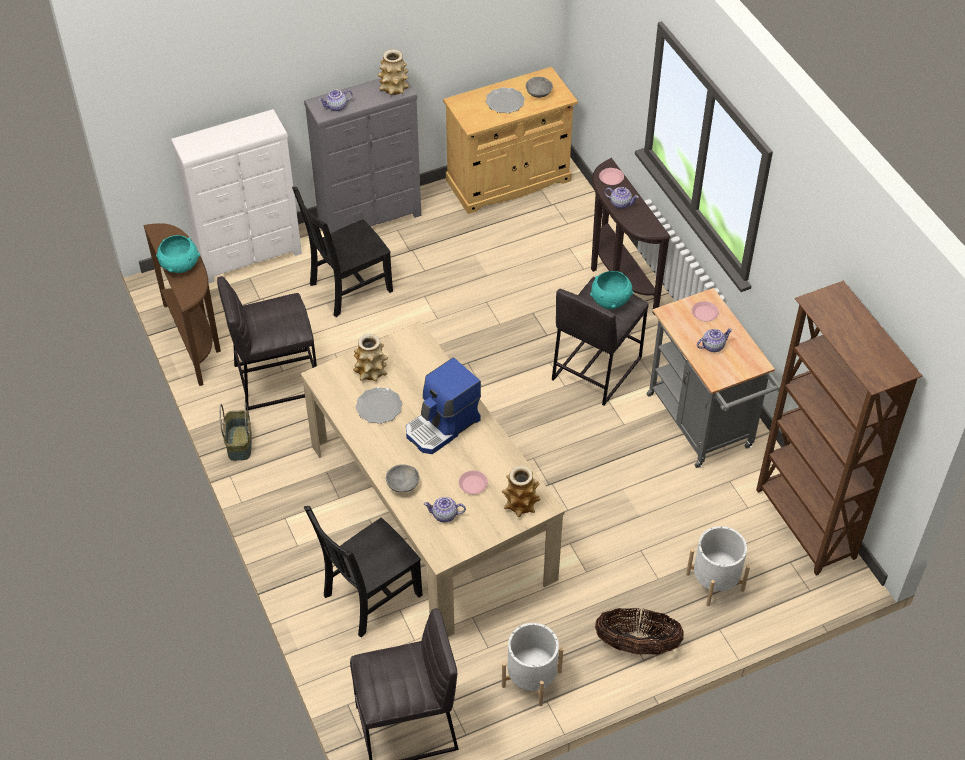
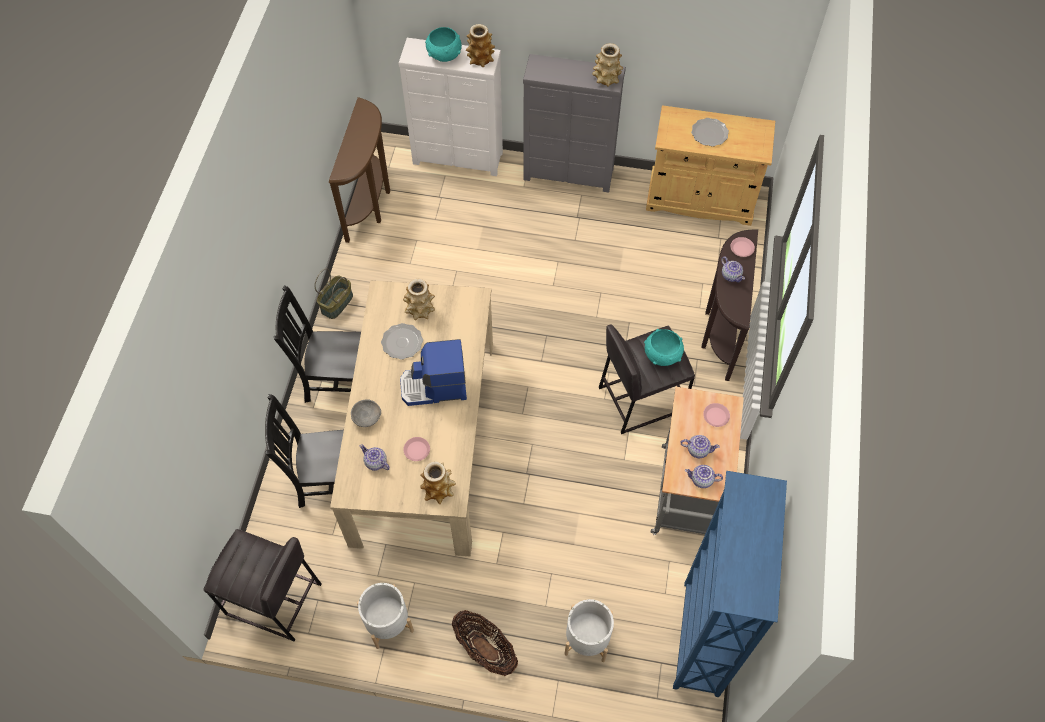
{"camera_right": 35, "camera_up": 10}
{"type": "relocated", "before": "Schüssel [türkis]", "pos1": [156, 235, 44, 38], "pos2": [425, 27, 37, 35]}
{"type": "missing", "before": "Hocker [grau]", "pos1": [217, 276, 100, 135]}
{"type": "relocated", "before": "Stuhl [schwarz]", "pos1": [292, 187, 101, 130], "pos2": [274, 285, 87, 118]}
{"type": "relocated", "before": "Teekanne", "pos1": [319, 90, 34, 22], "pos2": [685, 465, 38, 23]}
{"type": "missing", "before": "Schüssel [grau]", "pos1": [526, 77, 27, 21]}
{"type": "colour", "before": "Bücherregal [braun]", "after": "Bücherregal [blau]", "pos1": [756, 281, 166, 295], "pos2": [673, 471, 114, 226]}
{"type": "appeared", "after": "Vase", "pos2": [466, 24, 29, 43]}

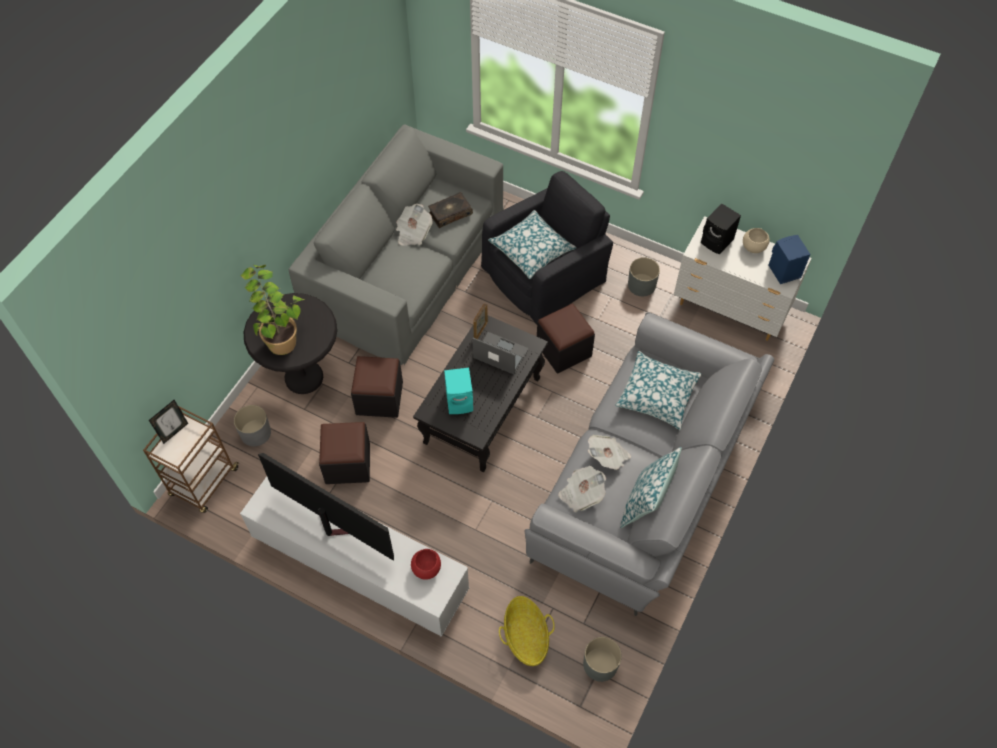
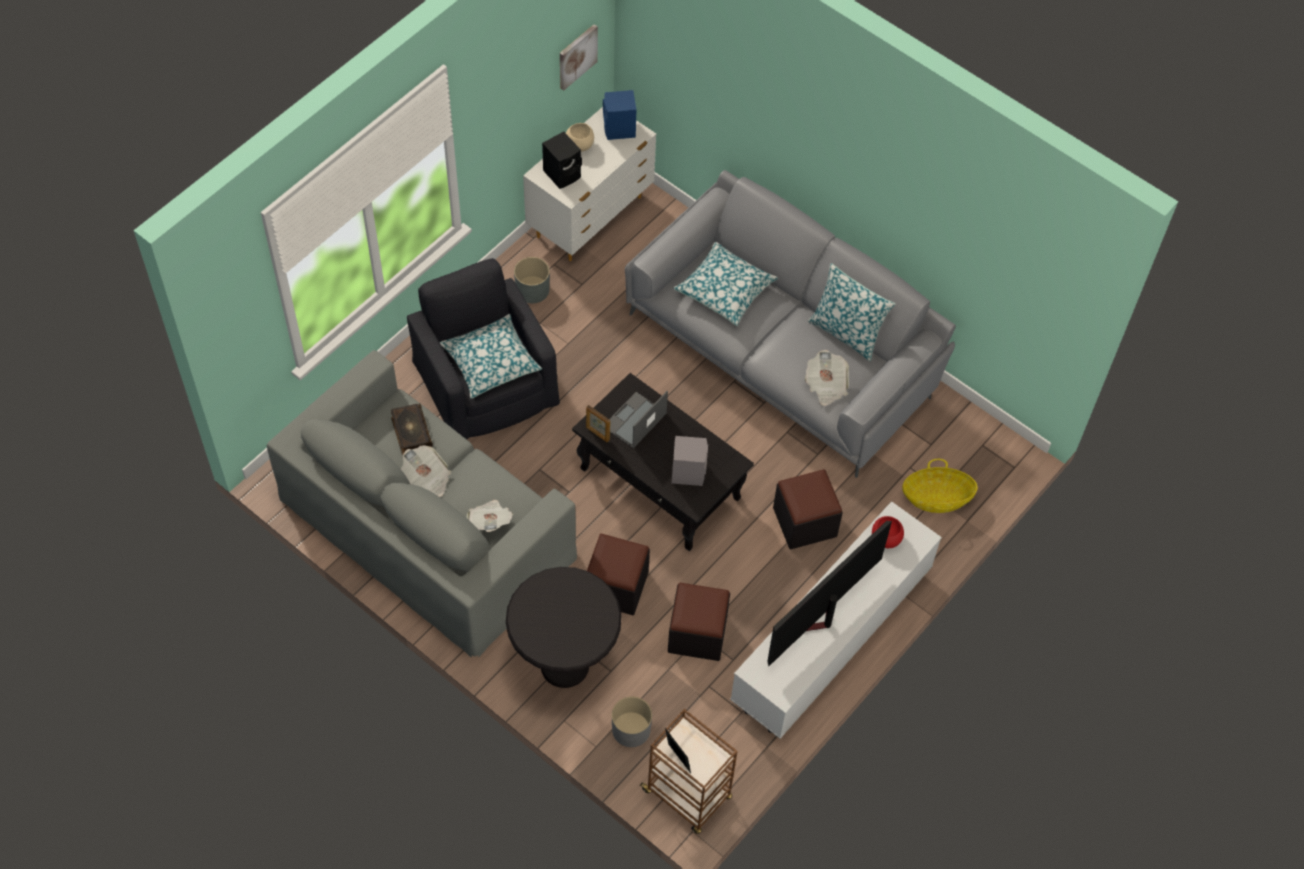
{"camera_right": -80, "camera_up": 0}
{"type": "missing", "before": "Topfpflanze", "pos1": [240, 265, 64, 90]}
{"type": "colour", "before": "Lautsprecher [türkis]", "after": "Lautsprecher [grau]", "pos1": [444, 368, 29, 46], "pos2": [672, 436, 36, 50]}
{"type": "relocated", "before": "Polsterhocker [schwarz]", "pos1": [537, 304, 58, 69], "pos2": [773, 469, 70, 80]}
{"type": "missing", "before": "Pflanzkübel [grau]", "pos1": [583, 637, 39, 45]}
{"type": "relocated", "before": "Zeitung", "pos1": [588, 435, 43, 35], "pos2": [467, 500, 46, 32]}
{"type": "appeared", "after": "Bild", "pos2": [560, 24, 38, 66]}

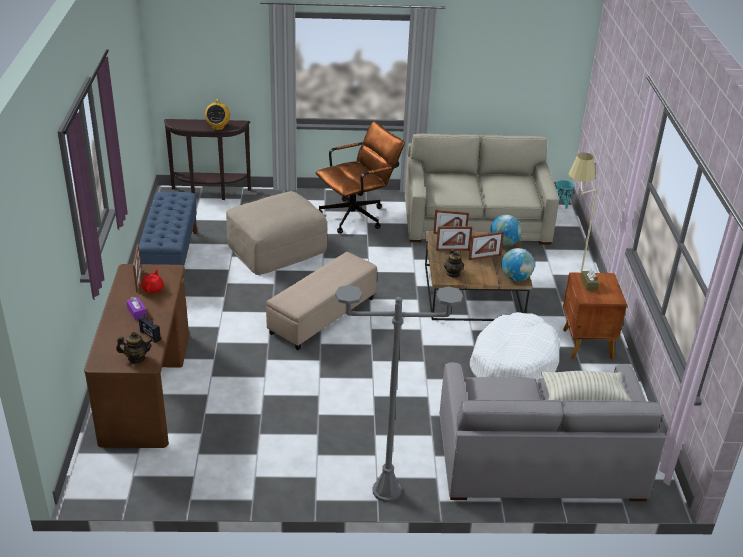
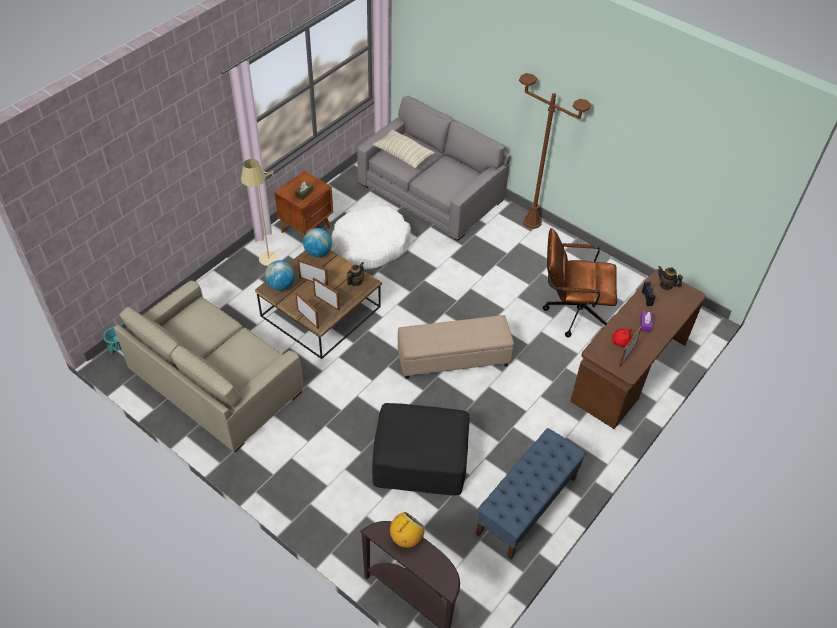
{"camera_right": -140, "camera_up": 15}
{"type": "colour", "before": "Polsterhocker [beige]", "after": "Polsterhocker [schwarz]", "pos1": [226, 191, 101, 84], "pos2": [372, 403, 98, 92]}
{"type": "relocated", "before": "Bürostuhl [braun]", "pos1": [316, 121, 89, 113], "pos2": [543, 228, 74, 109]}
{"type": "colour", "before": "Stehlampe [grau]", "after": "Stehlampe [braun]", "pos1": [335, 285, 128, 217], "pos2": [519, 73, 72, 156]}

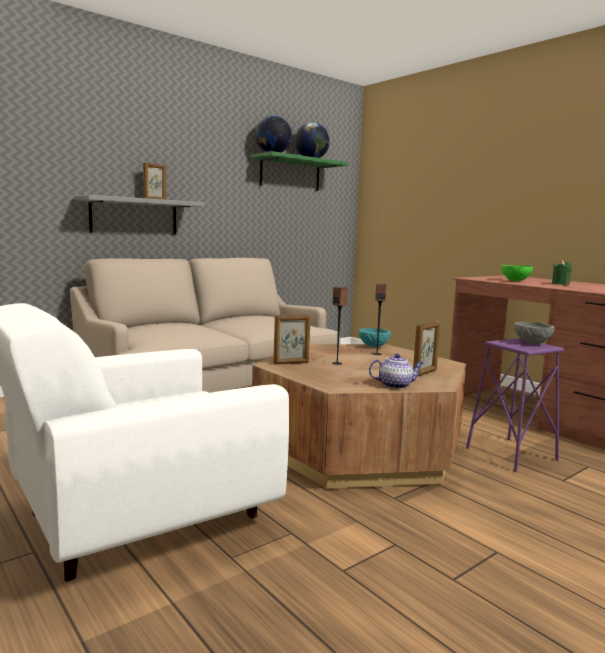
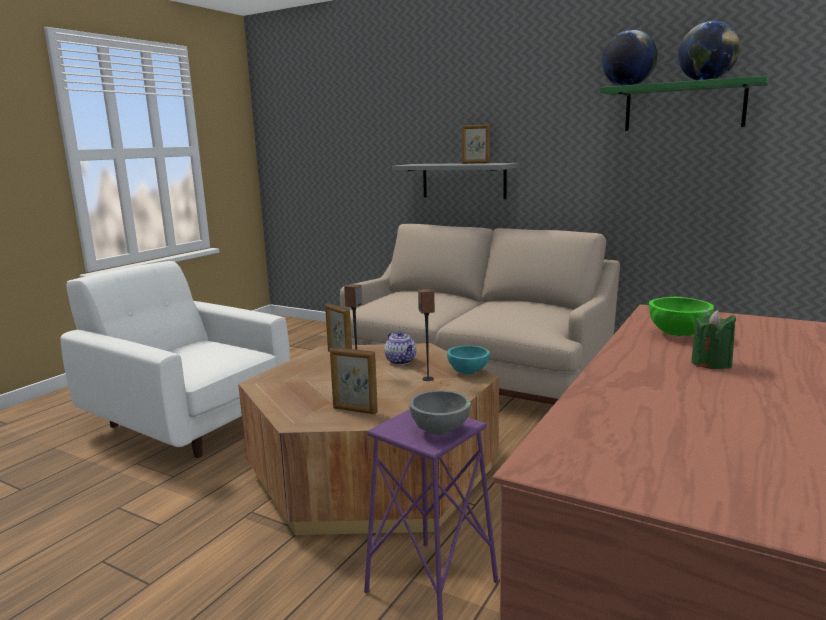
{"camera_right": 70, "camera_up": 5}
{"type": "relocated", "before": "Teekanne", "pos1": [369, 353, 55, 36], "pos2": [384, 331, 33, 34]}

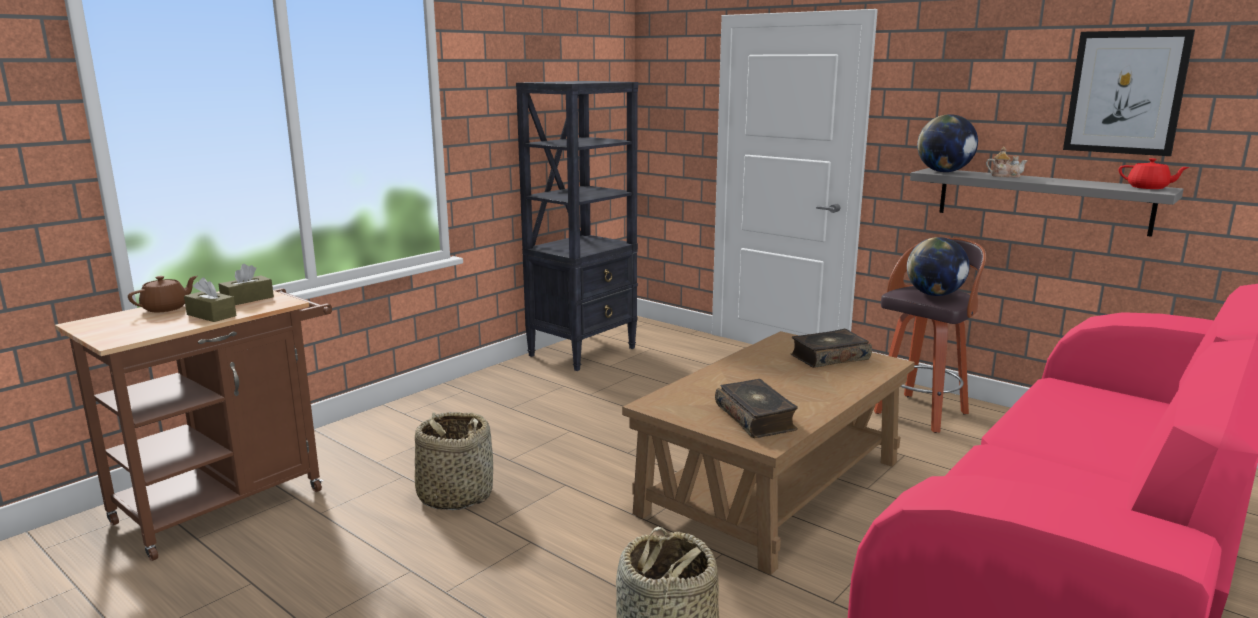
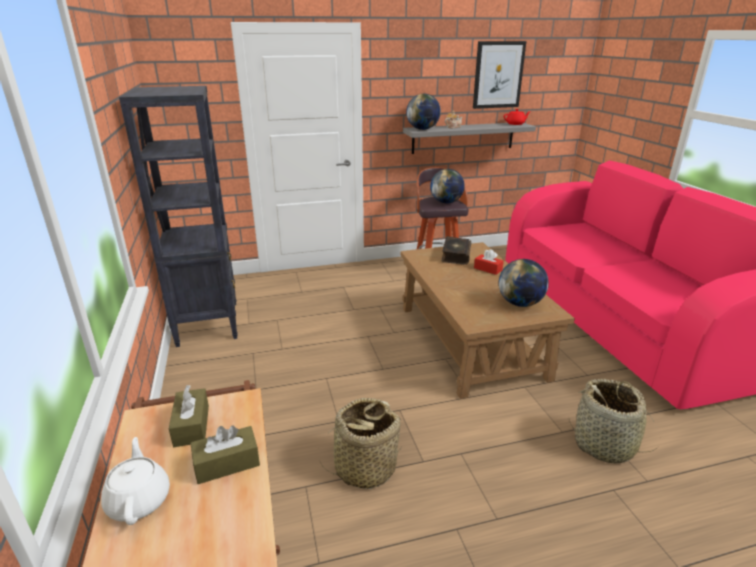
{"camera_right": -55, "camera_up": 10}
{"type": "colour", "before": "Teekanne [braun]", "after": "Teekanne [weiß]", "pos1": [128, 276, 69, 36], "pos2": [101, 437, 69, 88]}
{"type": "exchanged", "before": "Buch", "after": "Globus", "pos1": [715, 379, 83, 59], "pos2": [499, 259, 50, 48]}
{"type": "appeared", "after": "Taschentuchbox [rot]", "pos2": [474, 249, 30, 26]}

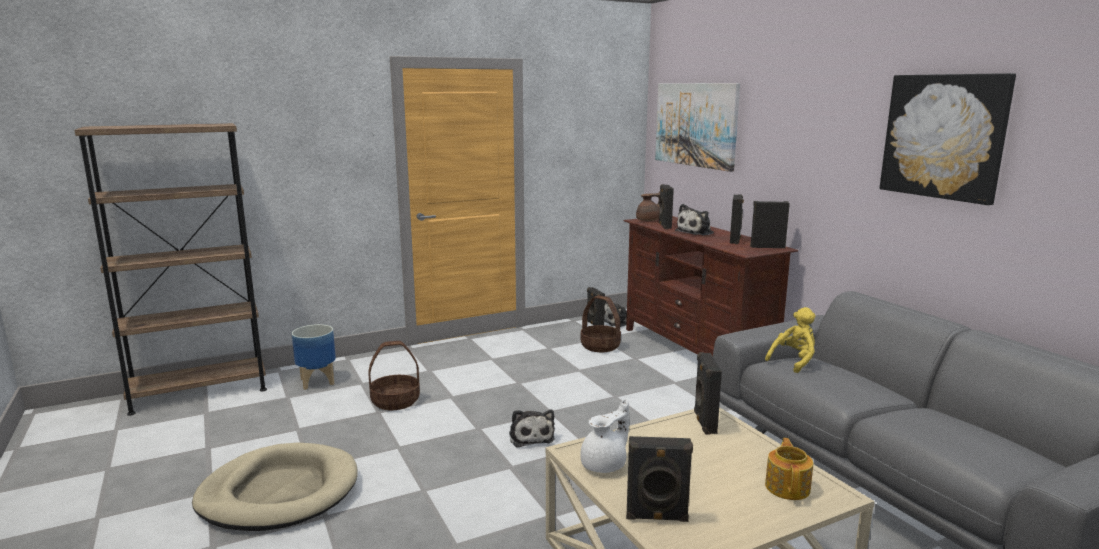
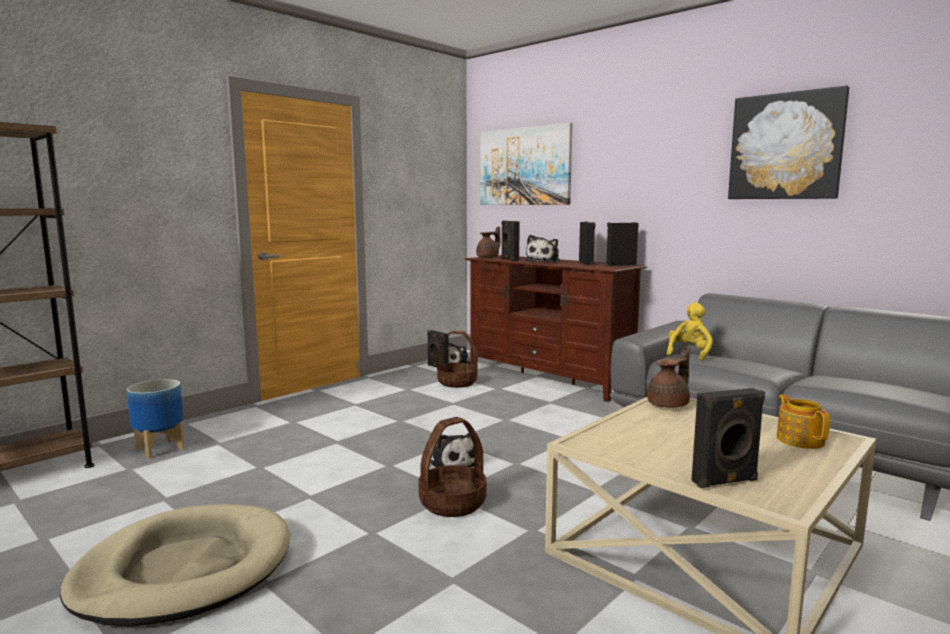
{"camera_right": -20, "camera_up": -5}
{"type": "relocated", "before": "Korb", "pos1": [368, 341, 52, 69], "pos2": [419, 417, 68, 100]}
{"type": "missing", "before": "Teekanne [weiß]", "pos1": [580, 398, 49, 75]}
{"type": "exchanged", "before": "Lautsprecher [schwarz]", "after": "Teekanne [braun]", "pos1": [694, 352, 28, 83], "pos2": [647, 346, 43, 62]}

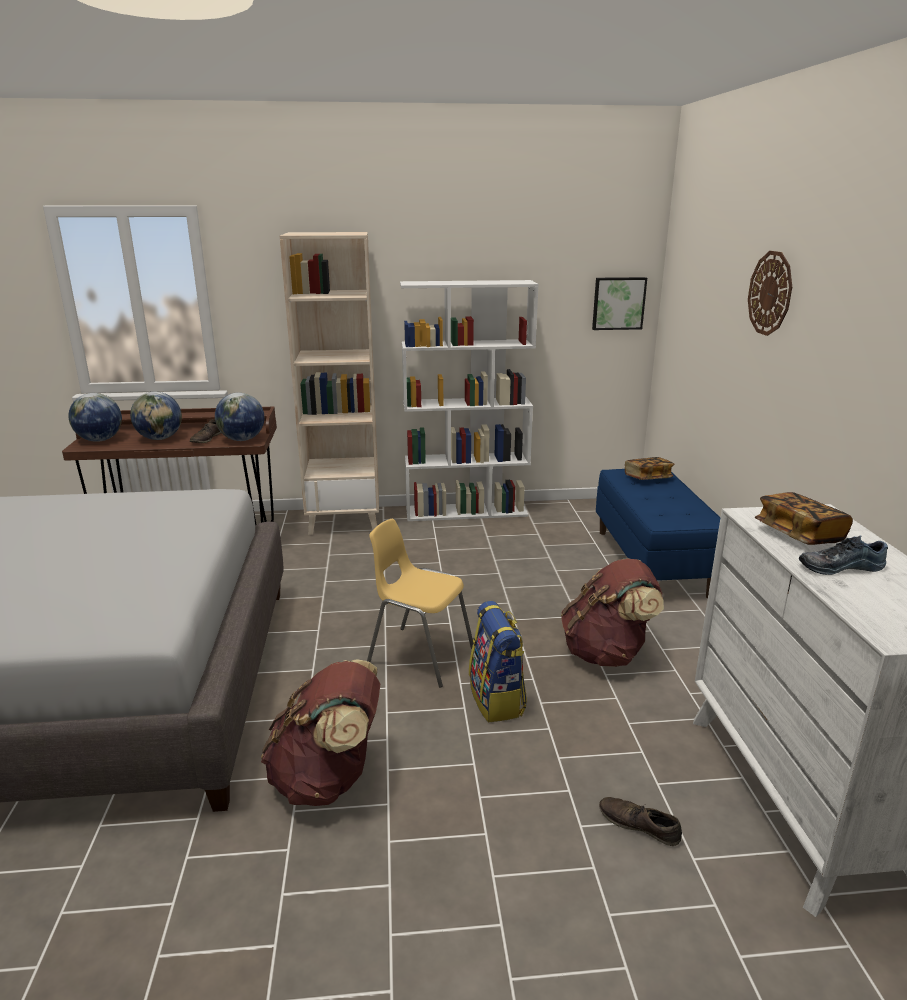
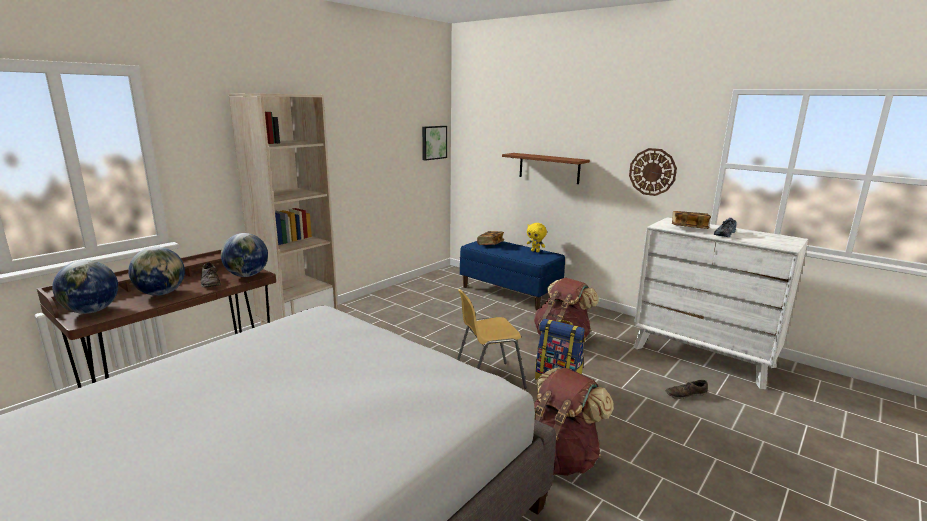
{"camera_right": -45, "camera_up": -5}
{"type": "missing", "before": "Bücherregal [weiß]", "pos1": [400, 280, 139, 241]}
{"type": "relocated", "before": "Wanduhr", "pos1": [748, 251, 44, 85], "pos2": [629, 148, 48, 48]}
{"type": "appeared", "after": "Wandregal [braun]", "pos2": [502, 153, 88, 31]}
{"type": "appeared", "after": "Plüschtier [gelb]", "pos2": [527, 223, 20, 29]}

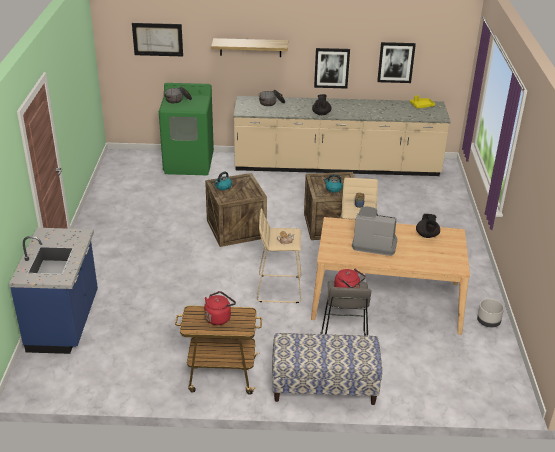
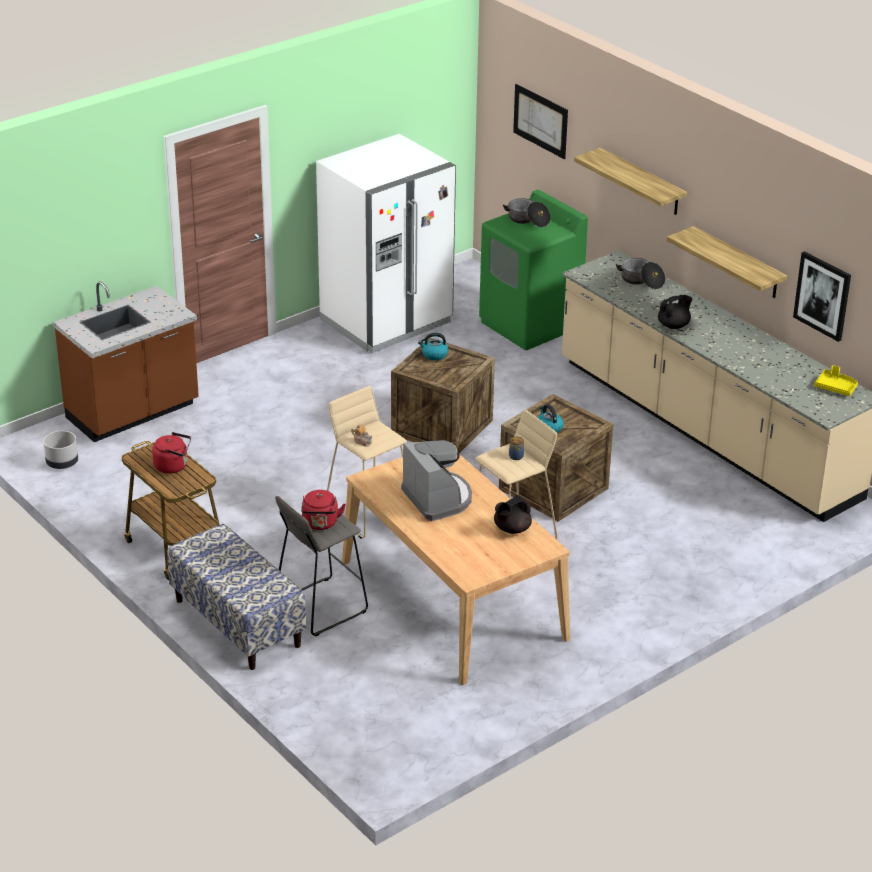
{"camera_right": 50, "camera_up": 0}
{"type": "colour", "before": "Küchenzeile [blau]", "after": "Küchenzeile [braun]", "pos1": [9, 228, 89, 126], "pos2": [53, 281, 146, 161]}
{"type": "exchanged", "before": "Bild", "after": "Wandregal", "pos1": [314, 48, 36, 41], "pos2": [667, 226, 120, 72]}
{"type": "relocated", "before": "Pflanzkübel [grau]", "pos1": [477, 299, 27, 29], "pos2": [43, 431, 35, 38]}
{"type": "appeared", "after": "Kühlschrank [weiß]", "pos2": [316, 134, 140, 219]}

